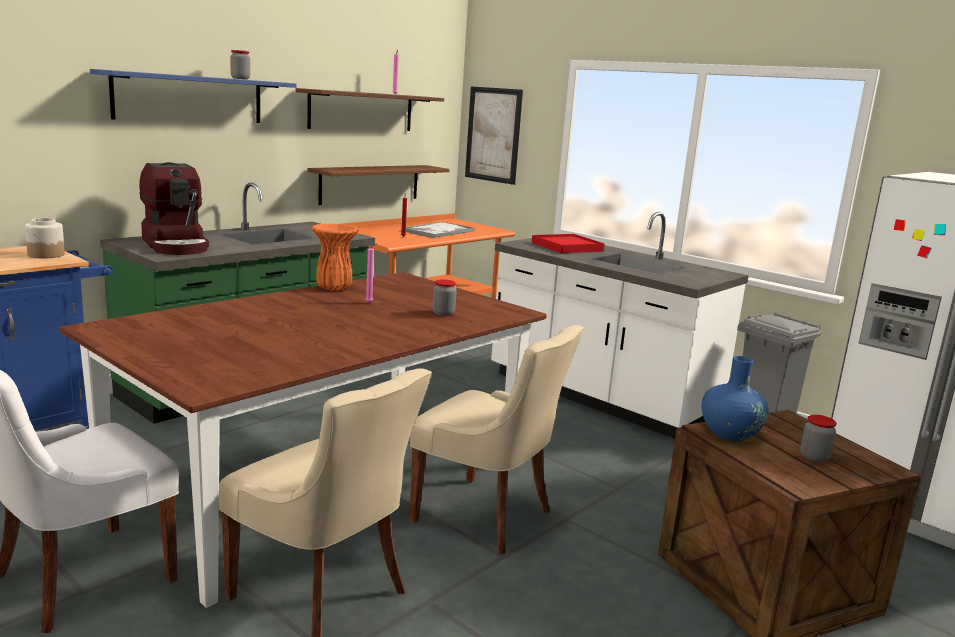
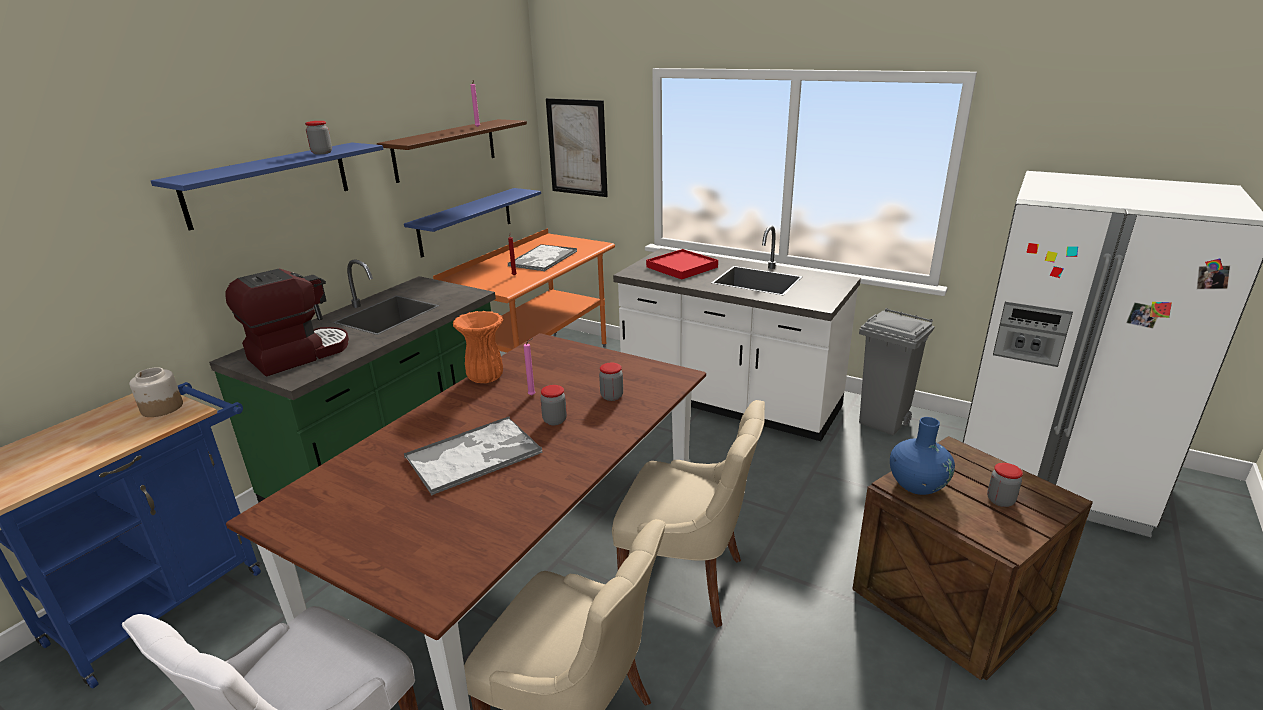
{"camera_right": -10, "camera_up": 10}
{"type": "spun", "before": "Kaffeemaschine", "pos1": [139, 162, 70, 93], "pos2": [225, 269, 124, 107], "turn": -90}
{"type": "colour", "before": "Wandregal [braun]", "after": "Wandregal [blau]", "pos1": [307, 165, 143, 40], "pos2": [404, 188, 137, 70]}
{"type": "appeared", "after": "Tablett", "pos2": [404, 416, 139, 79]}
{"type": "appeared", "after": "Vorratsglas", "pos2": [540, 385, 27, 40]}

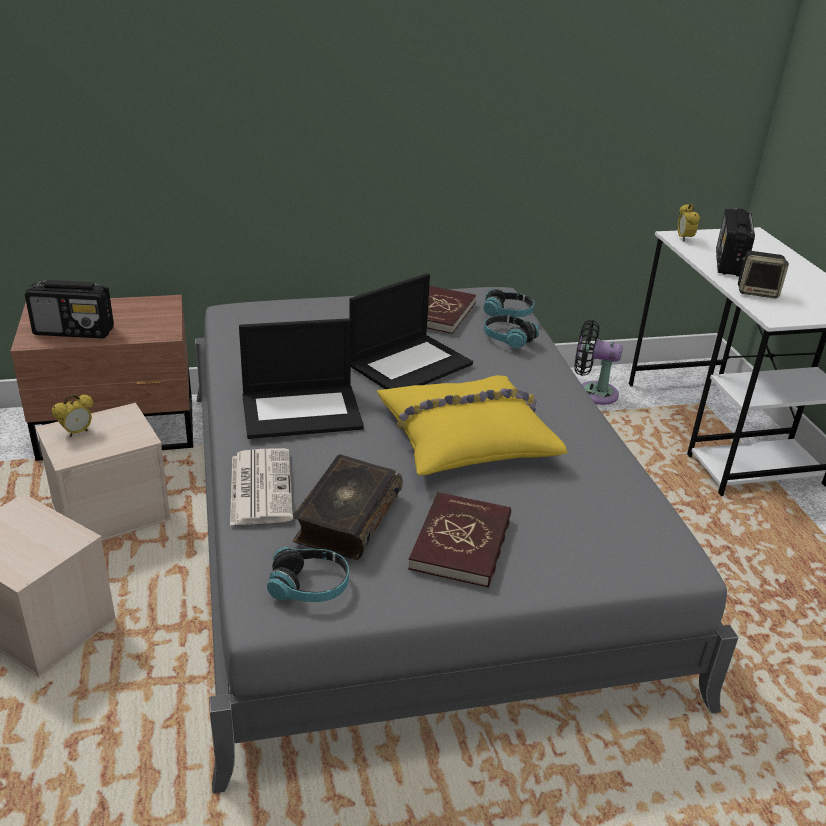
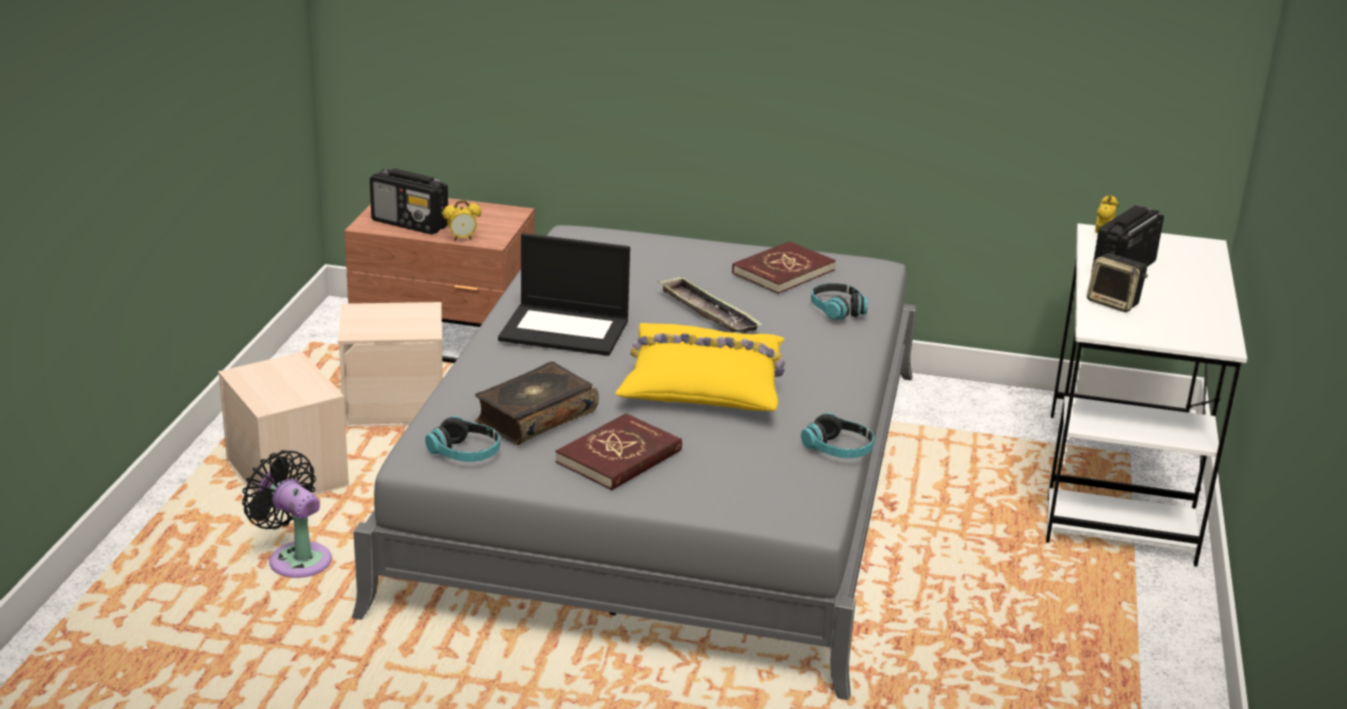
{"camera_right": 25, "camera_up": -5}
{"type": "relocated", "before": "Wecker", "pos1": [52, 394, 41, 43], "pos2": [442, 200, 39, 41]}
{"type": "missing", "before": "Zeitung", "pos1": [230, 448, 63, 78]}
{"type": "exchanged", "before": "Laptop", "after": "Tablett", "pos1": [349, 273, 124, 116], "pos2": [658, 276, 104, 57]}
{"type": "relocated", "before": "Kopfhörer", "pos1": [484, 289, 51, 28], "pos2": [801, 413, 73, 45]}
{"type": "relocated", "before": "Ventilator [schwarz]", "pos1": [574, 320, 49, 85], "pos2": [242, 450, 90, 128]}

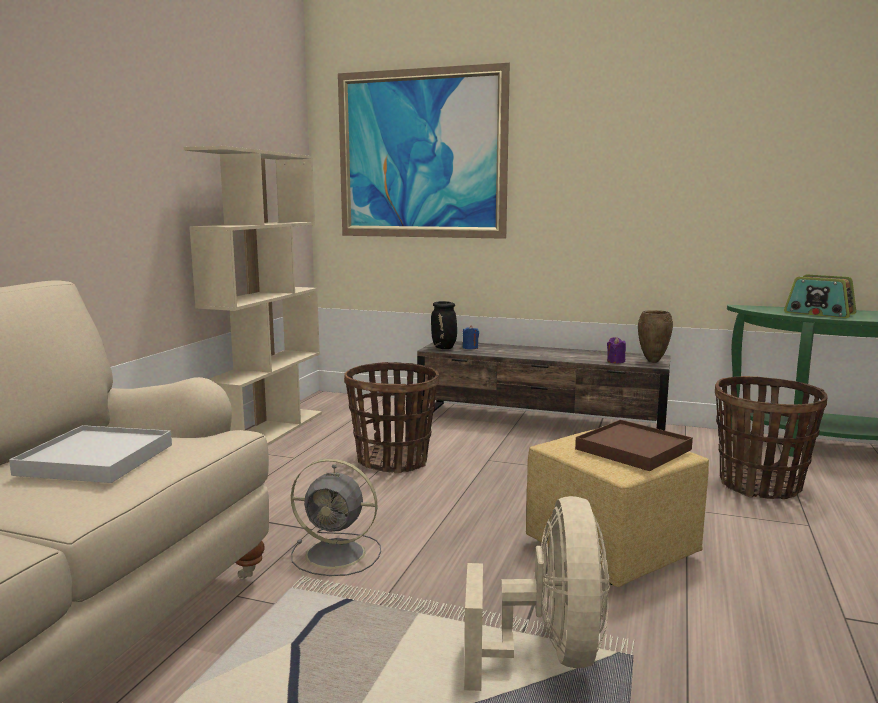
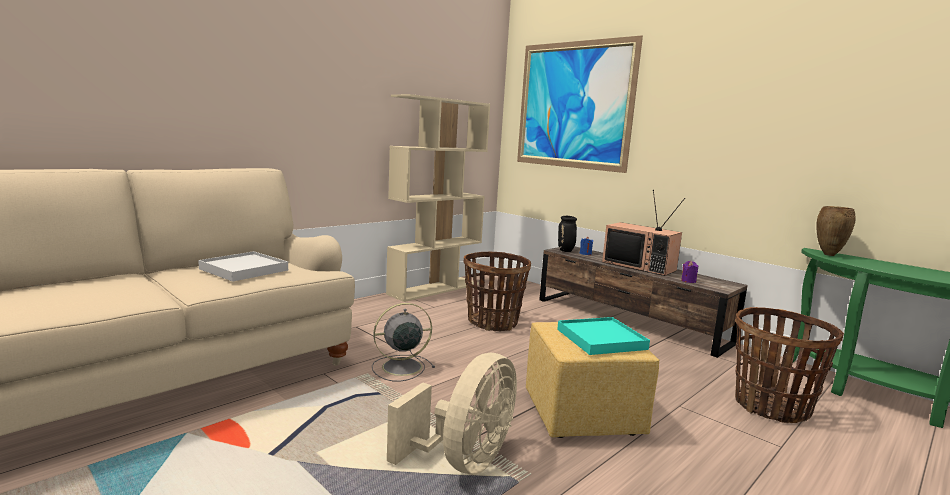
{"camera_right": 25, "camera_up": 0}
{"type": "spun", "before": "Ventilator [grau]", "pos1": [291, 459, 90, 117], "pos2": [372, 303, 63, 79], "turn": 120}
{"type": "colour", "before": "Tablett [braun]", "after": "Tablett [türkis]", "pos1": [575, 420, 118, 51], "pos2": [557, 317, 93, 38]}
{"type": "relocated", "before": "Vase [braun]", "pos1": [638, 310, 35, 53], "pos2": [816, 206, 40, 50]}
{"type": "missing", "before": "Radio", "pos1": [784, 274, 72, 44]}
{"type": "appeared", "after": "Fernseher", "pos2": [602, 190, 83, 86]}

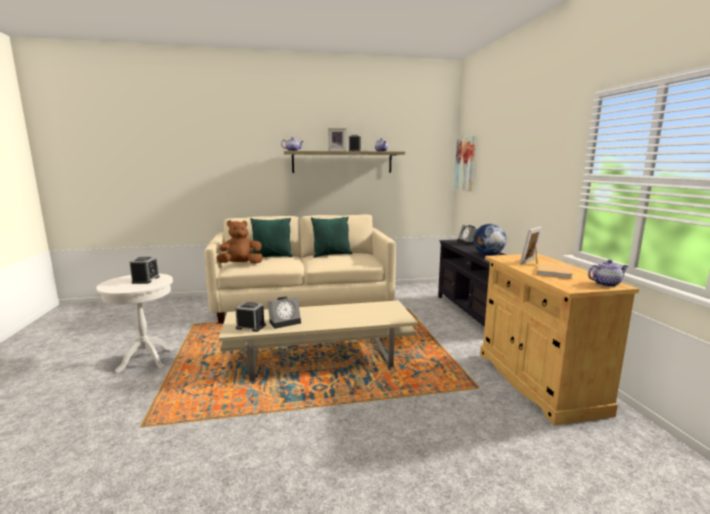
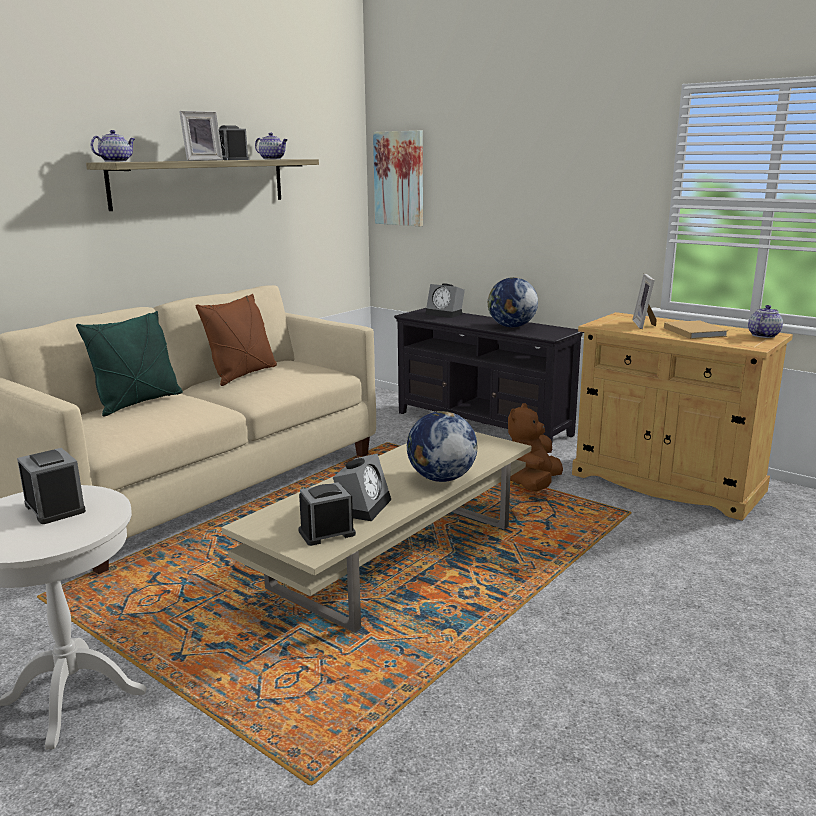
{"camera_right": -40, "camera_up": 5}
{"type": "relocated", "before": "Plüschtier [braun]", "pos1": [217, 220, 46, 44], "pos2": [508, 403, 55, 88]}
{"type": "colour", "before": "Kissen [grün]", "after": "Kissen [braun]", "pos1": [311, 217, 41, 41], "pos2": [196, 294, 81, 92]}
{"type": "appeared", "after": "Globus", "pos2": [407, 411, 70, 71]}

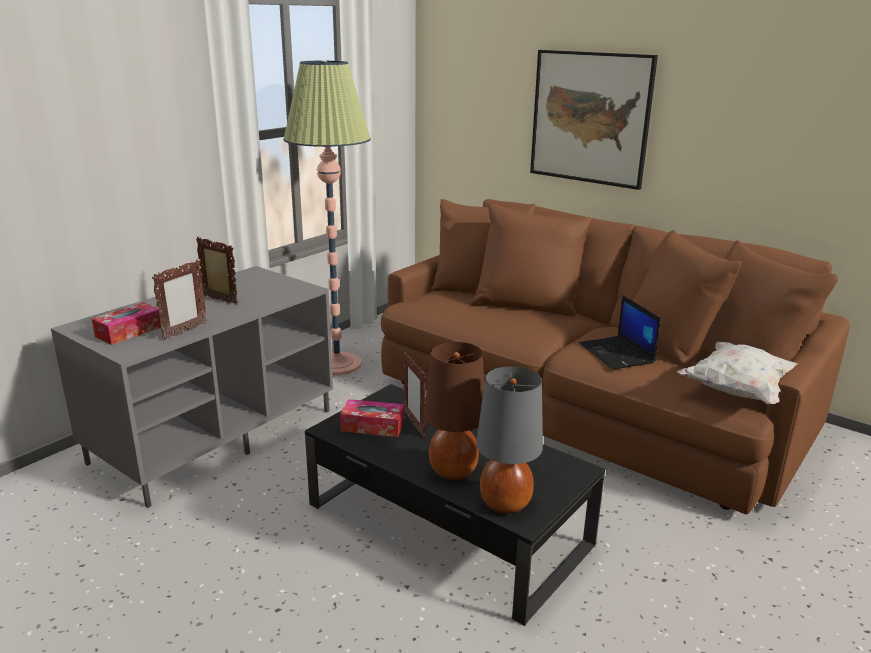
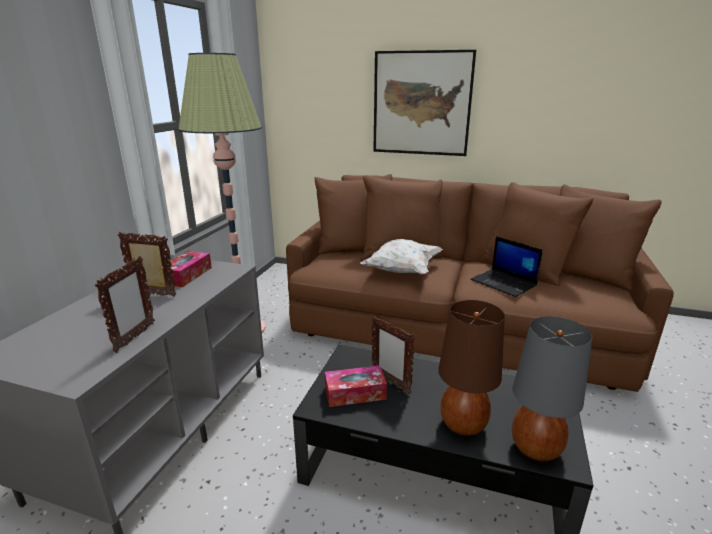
{"camera_right": -20, "camera_up": 0}
{"type": "relocated", "before": "Taschentuchbox", "pos1": [92, 302, 69, 43], "pos2": [168, 251, 44, 36]}
{"type": "relocated", "before": "Kissen [weiß]", "pos1": [677, 341, 121, 64], "pos2": [360, 239, 83, 36]}

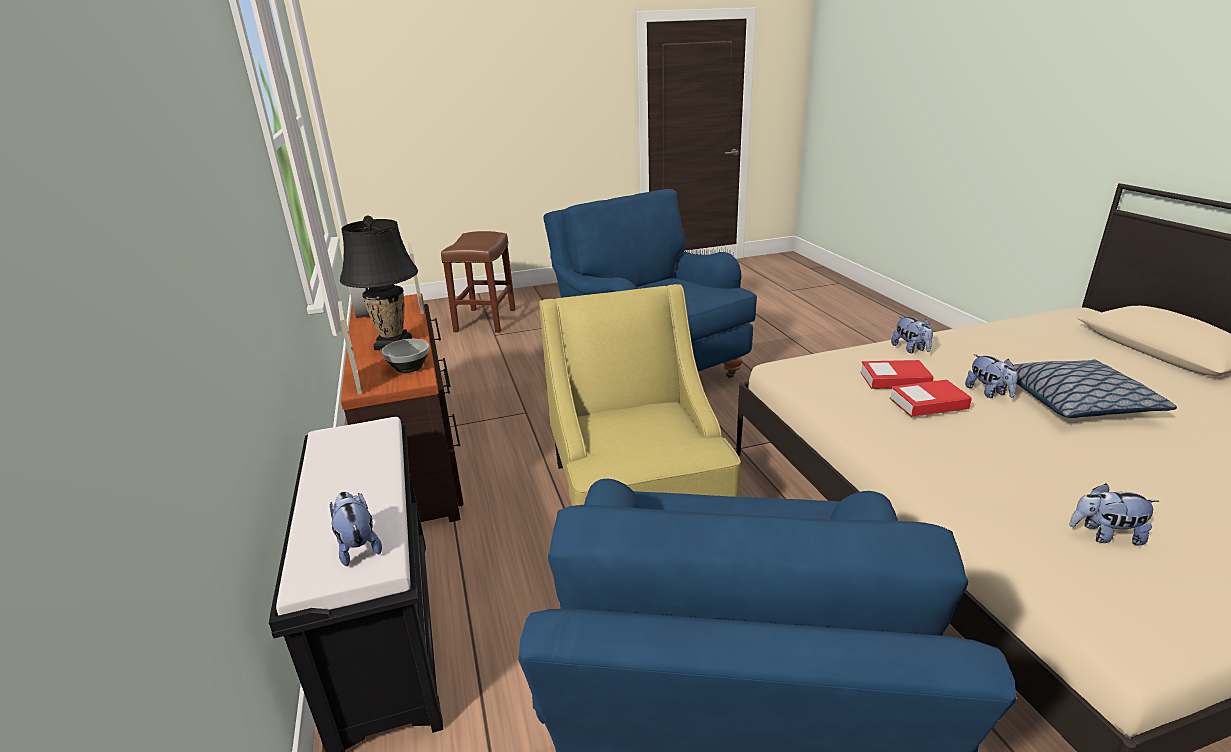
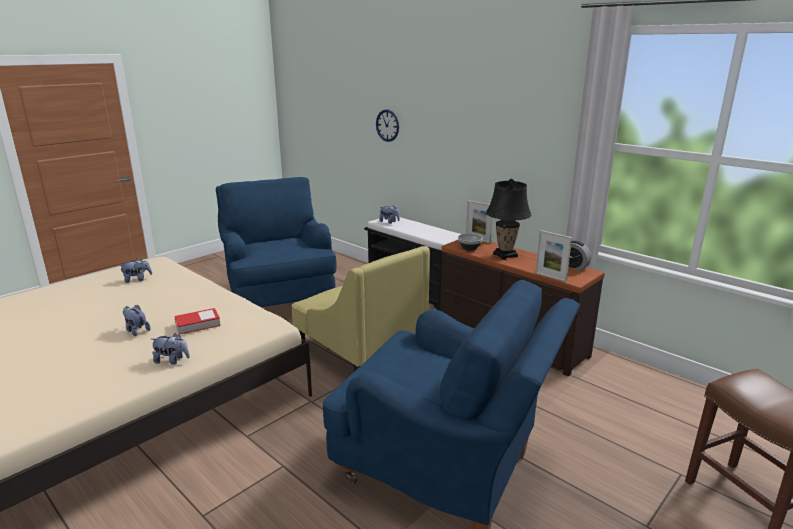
{"camera_right": 150, "camera_up": -5}
{"type": "missing", "before": "Buch", "pos1": [890, 380, 82, 37]}
{"type": "spun", "before": "Plüschtier", "pos1": [891, 316, 42, 37], "pos2": [152, 333, 38, 32], "turn": 150}
{"type": "missing", "before": "Kissen", "pos1": [1014, 359, 163, 59]}
{"type": "appeared", "after": "Wanduhr", "pos2": [376, 109, 23, 33]}

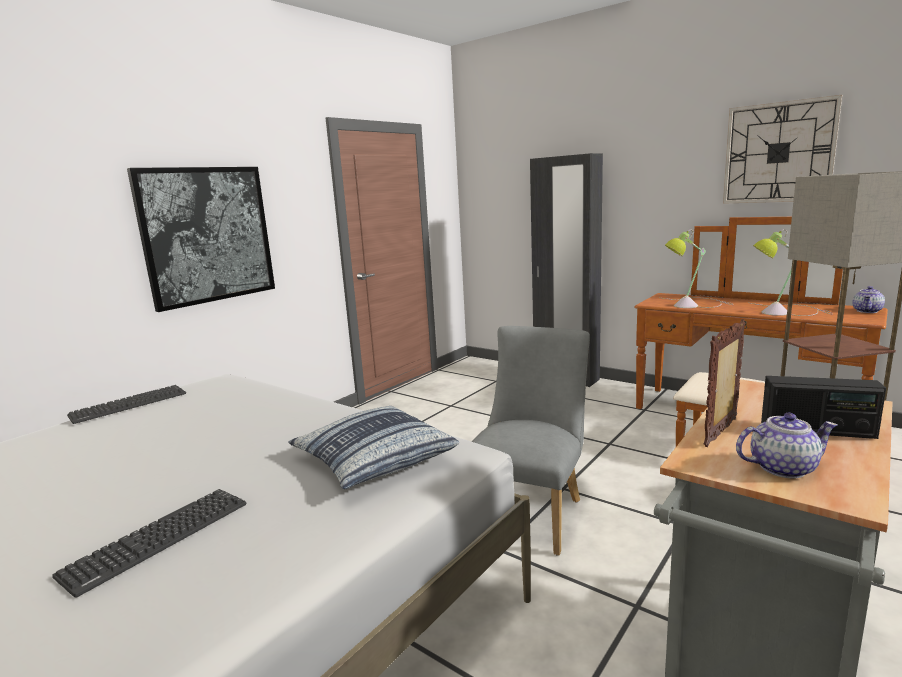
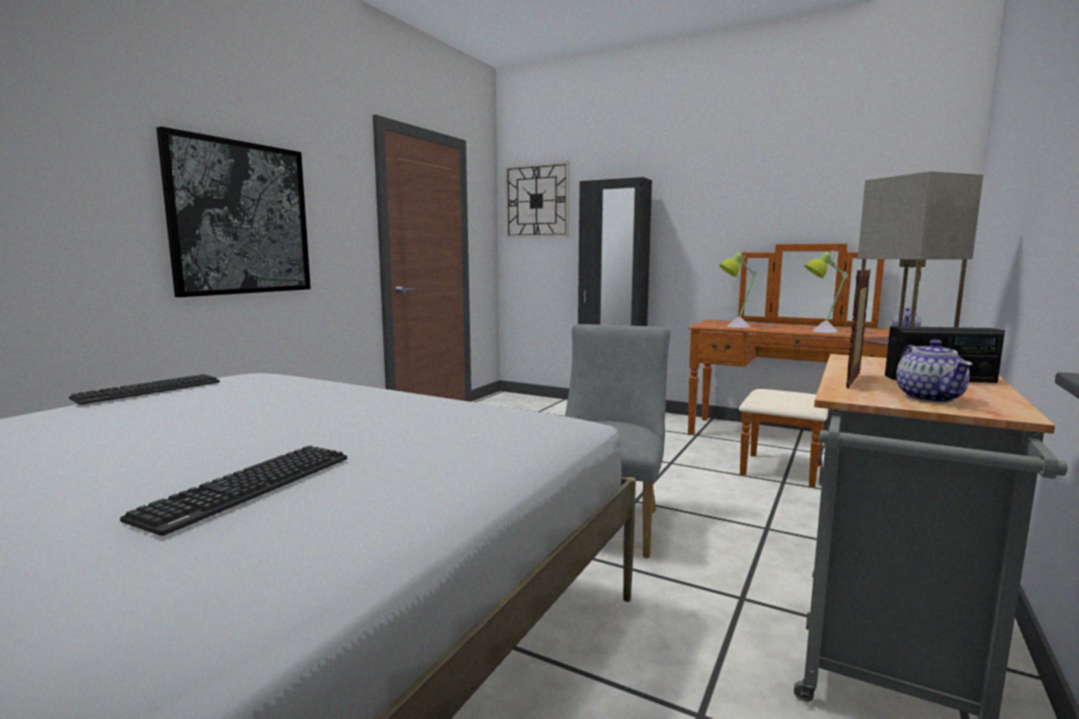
{"camera_right": -10, "camera_up": -5}
{"type": "missing", "before": "Kissen", "pos1": [288, 406, 171, 83]}
{"type": "relocated", "before": "Wanduhr", "pos1": [723, 95, 119, 109], "pos2": [505, 161, 65, 77]}
{"type": "spun", "before": "Teekanne", "pos1": [736, 413, 101, 65], "pos2": [896, 339, 76, 64], "turn": 105}

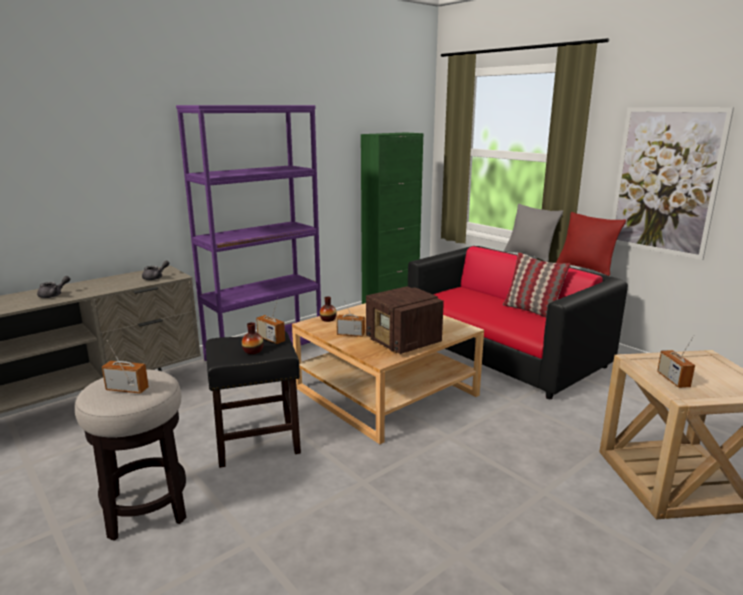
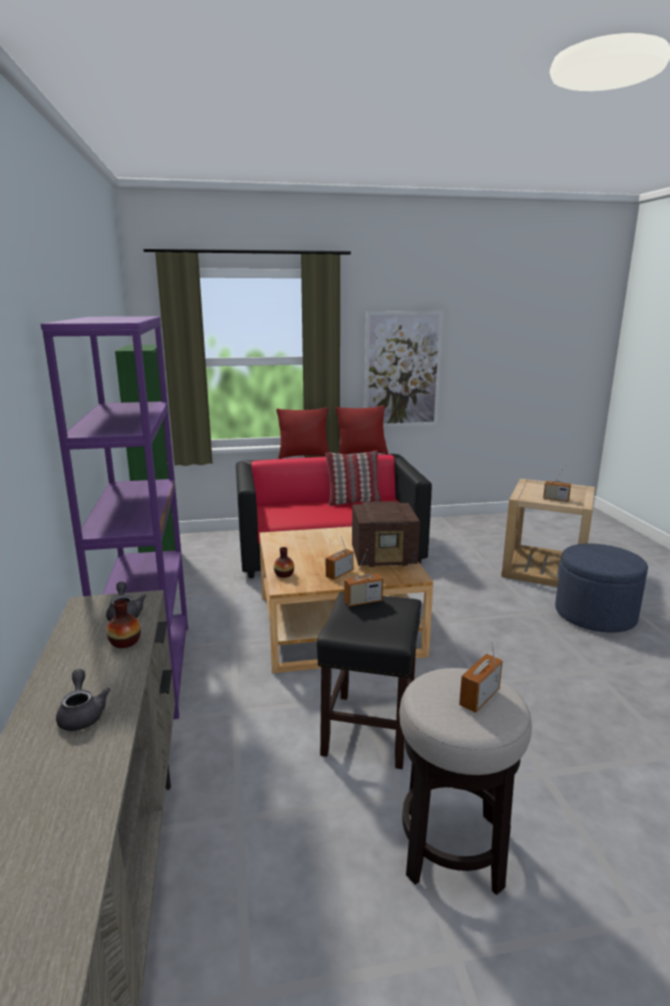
{"camera_right": -60, "camera_up": 0}
{"type": "relocated", "before": "Vase", "pos1": [242, 322, 22, 32], "pos2": [107, 600, 34, 48]}
{"type": "colour", "before": "Kissen [grau]", "after": "Kissen [rot]", "pos1": [504, 204, 59, 58], "pos2": [276, 407, 54, 52]}
{"type": "appeared", "after": "Polsterhocker [blau]", "pos2": [555, 544, 93, 89]}

